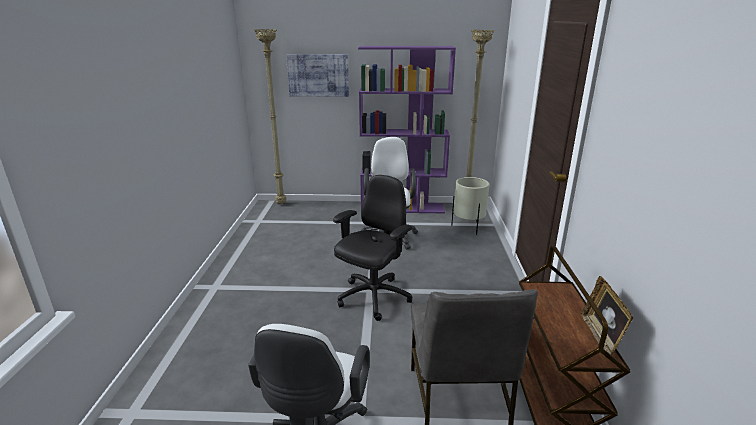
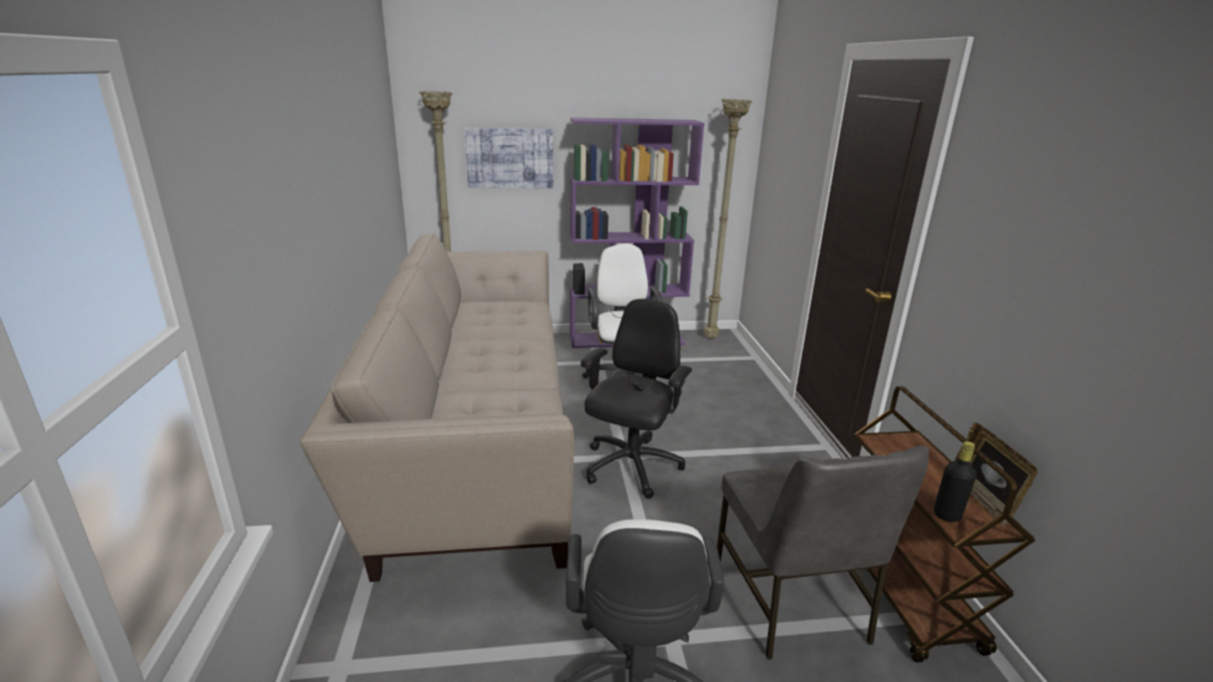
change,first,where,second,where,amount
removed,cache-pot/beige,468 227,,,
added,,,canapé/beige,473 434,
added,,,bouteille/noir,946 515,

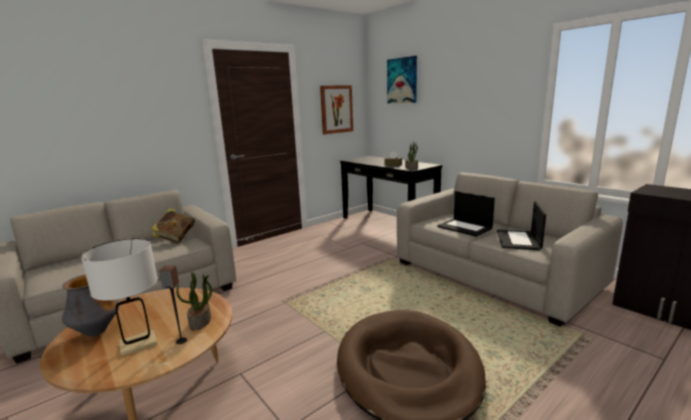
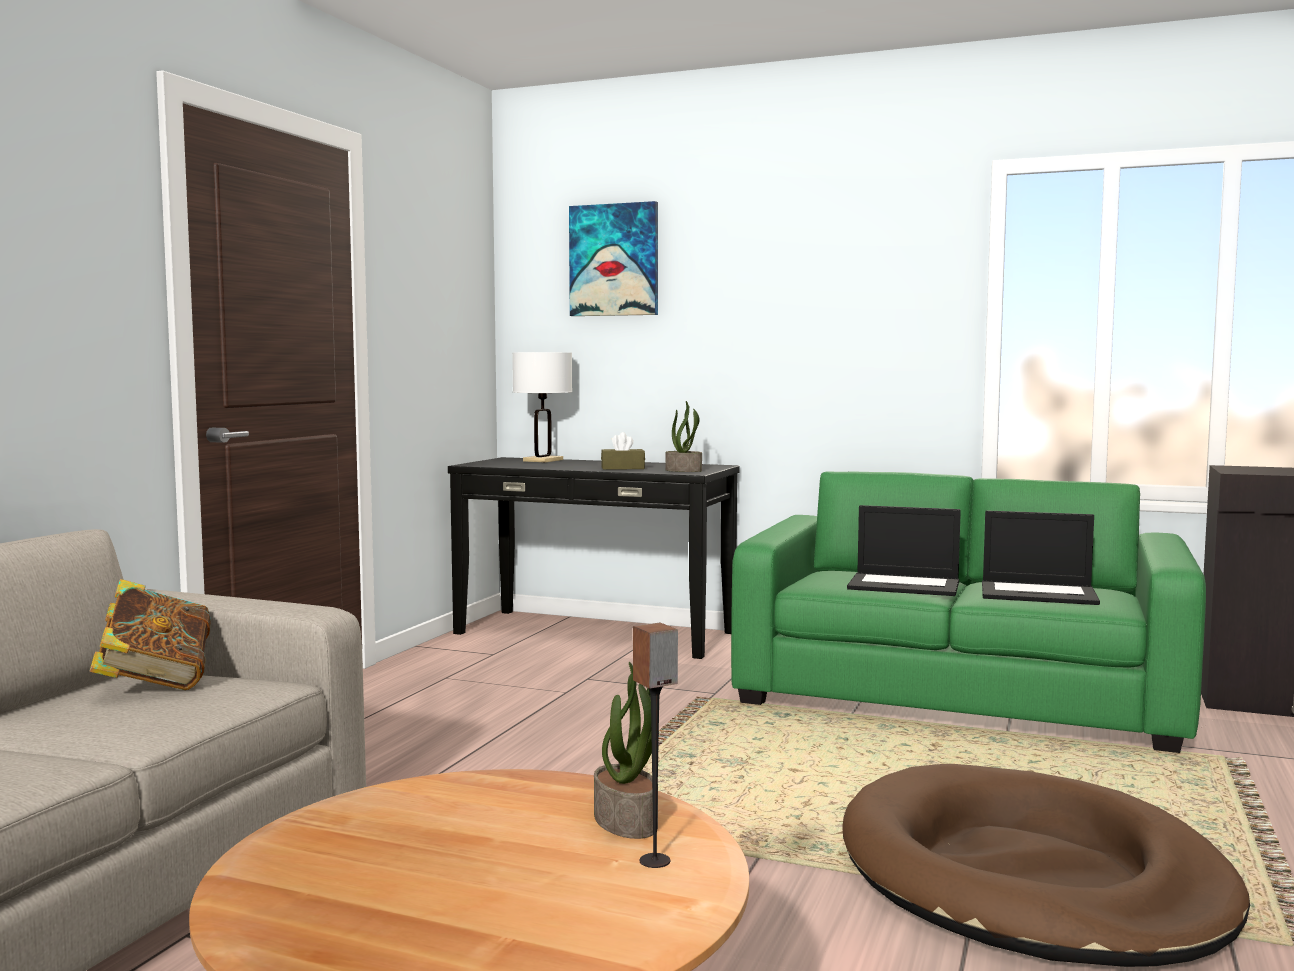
change,first,where,second,where,amount
removed,vase,96 331,,,
removed,tableau,336 109,,,
moved,lampe de table/blanc,138 344,,543 460,
recoloured,canapé/beige,494 274,canapé/vert,959 694,
turned,ordinateur portable,518 240,,1039 593,60 degrees counterclockwise

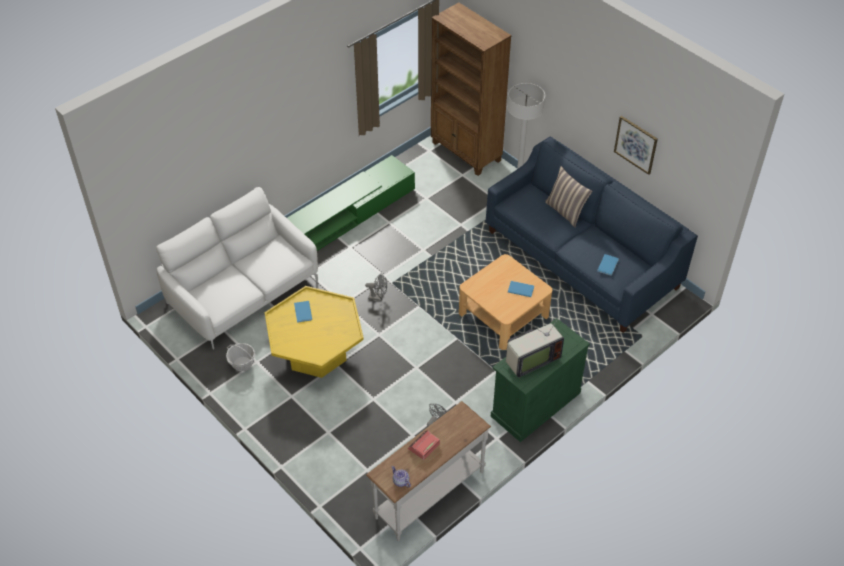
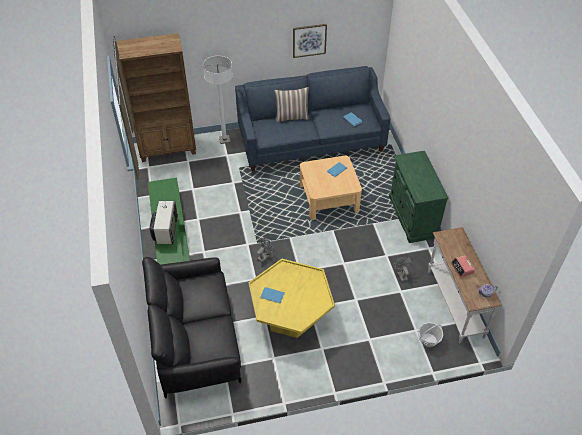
change,first,where,second,where,amount
moved,panier,242 364,,428 340,
moved,téléviseur,530 360,,165 231,
recoloured,canapé/blanc,243 292,canapé/noir,195 338,

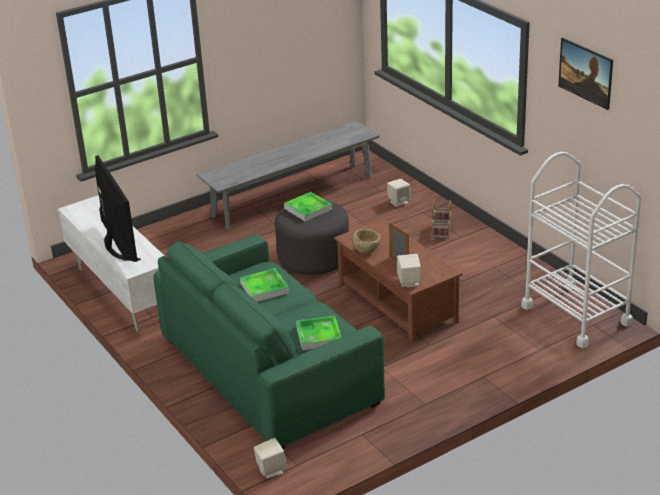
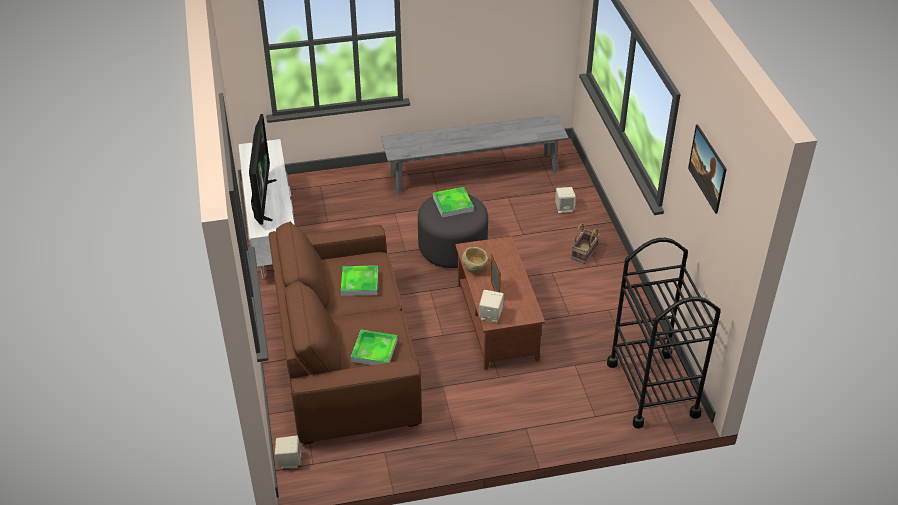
change,first,where,second,where,amount
recoloured,canapé/vert,268 370,canapé/marron,345 356,
recoloured,chariot/blanc,576 315,chariot/noir,652 389,

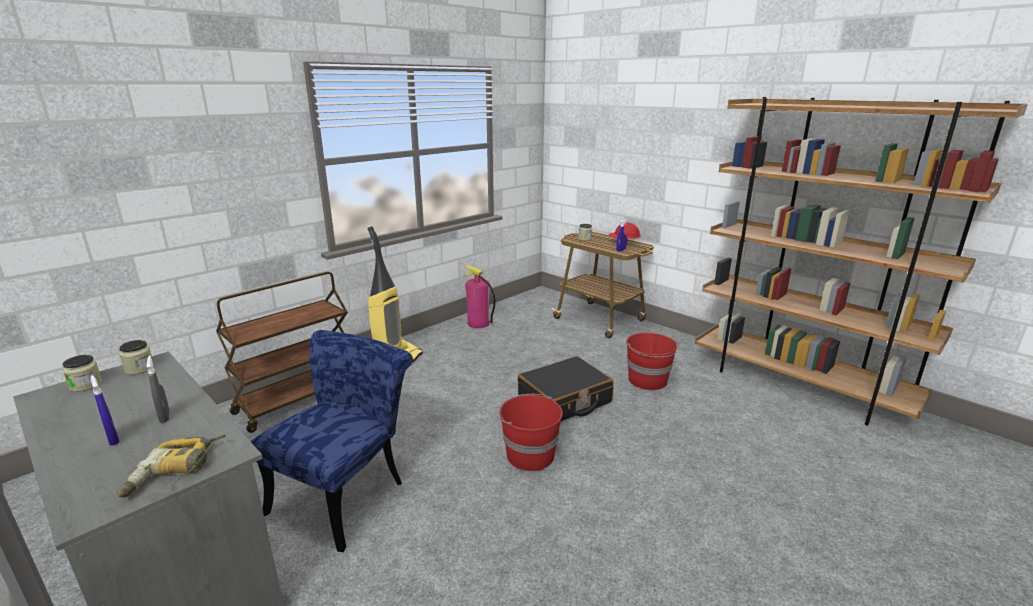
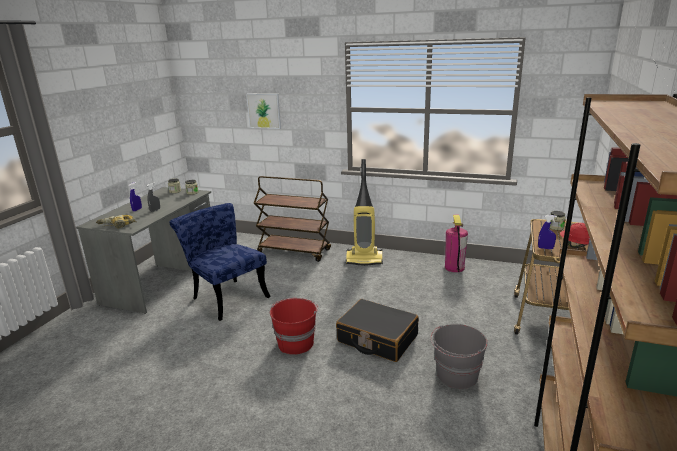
change,first,where,second,where,amount
added,,,tableau,264 111,
recoloured,seau/rouge,648 380,seau/gris,456 375,
turned,chaise/bleu,346 492,,226 296,135 degrees counterclockwise

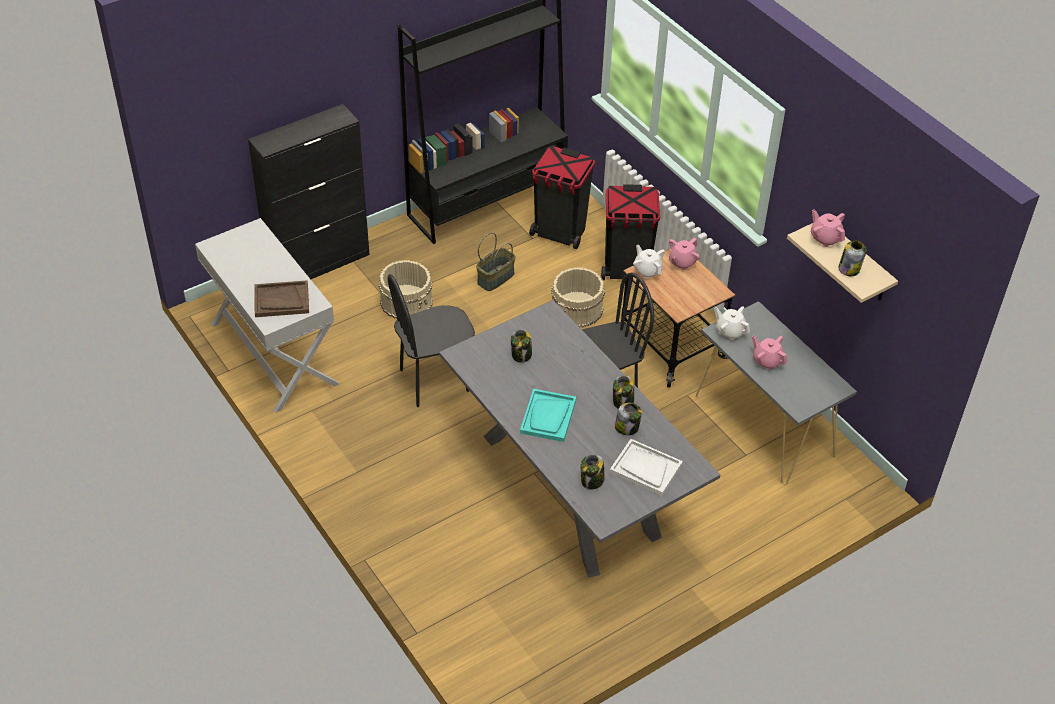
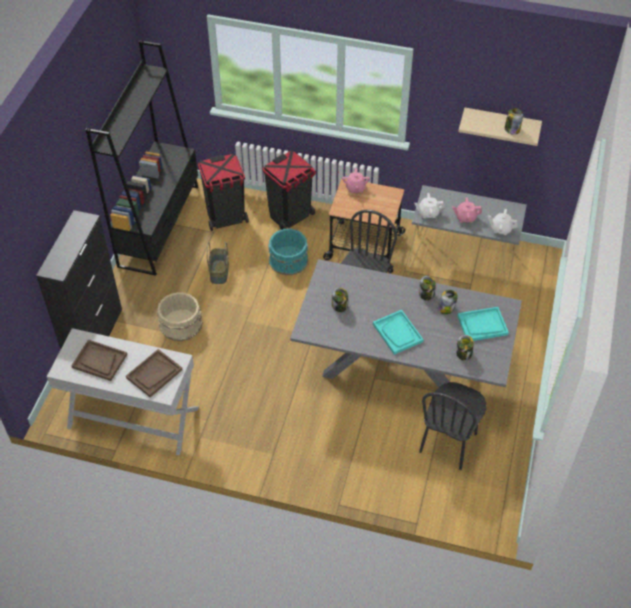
change,first,where,second,where,amount
removed,théière/rose,825 238,,,
added,,,plateau/marron,99 361,
moved,chaise/noir,434 381,,448 443,
moved,théière/blanc,647 271,,501 229,
recoloured,seau/beige,577 309,seau/turquoise,289 260,
recoloured,plateau/blanc,645 468,plateau/turquoise,482 325,

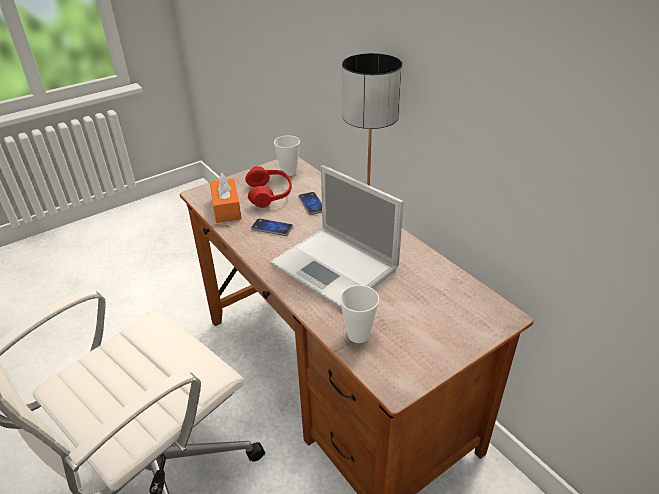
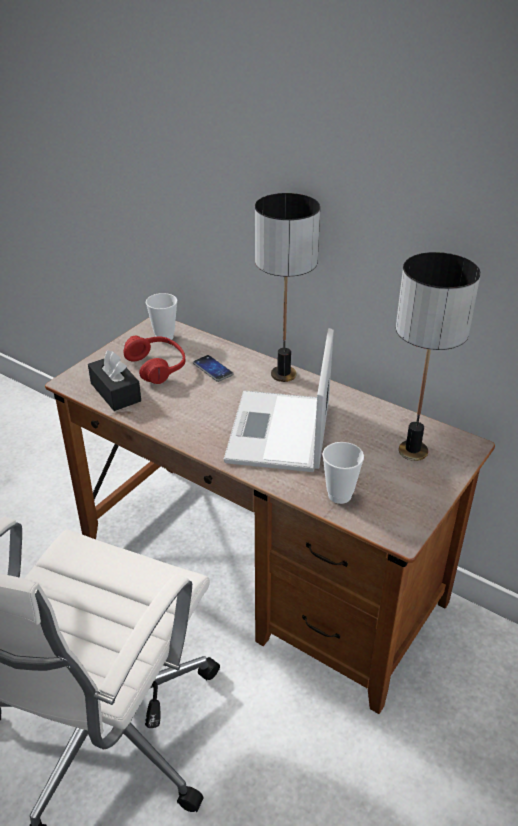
change,first,where,second,where,amount
removed,téléphone,272 228,,,
added,,,lampe de table,413 451,
recoloured,boîte à mouchoirs/orange,226 208,boîte à mouchoirs/noir,115 392,
turned,ordinateur portable,336 267,,279 433,75 degrees clockwise

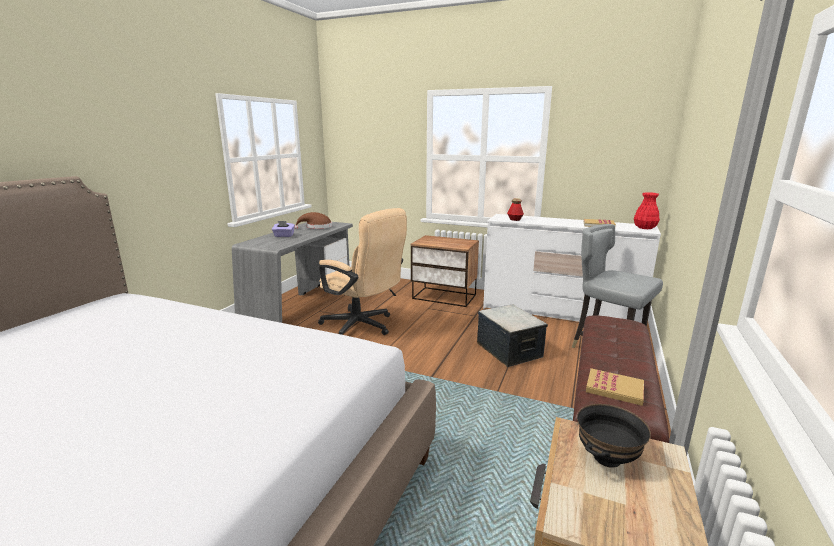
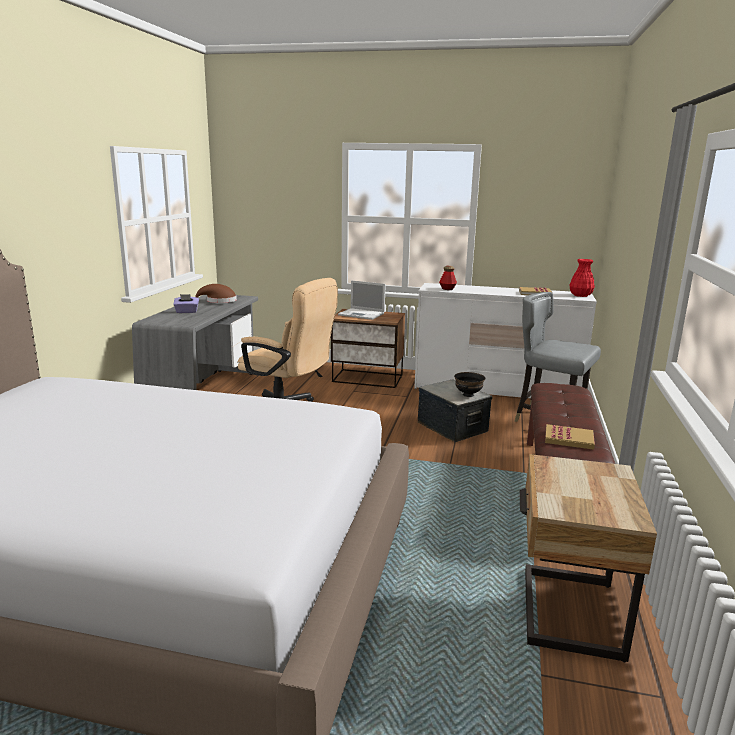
change,first,where,second,where,amount
added,,,ordinateur portable,362 314,
moved,bol/noir,607 459,,468 395,

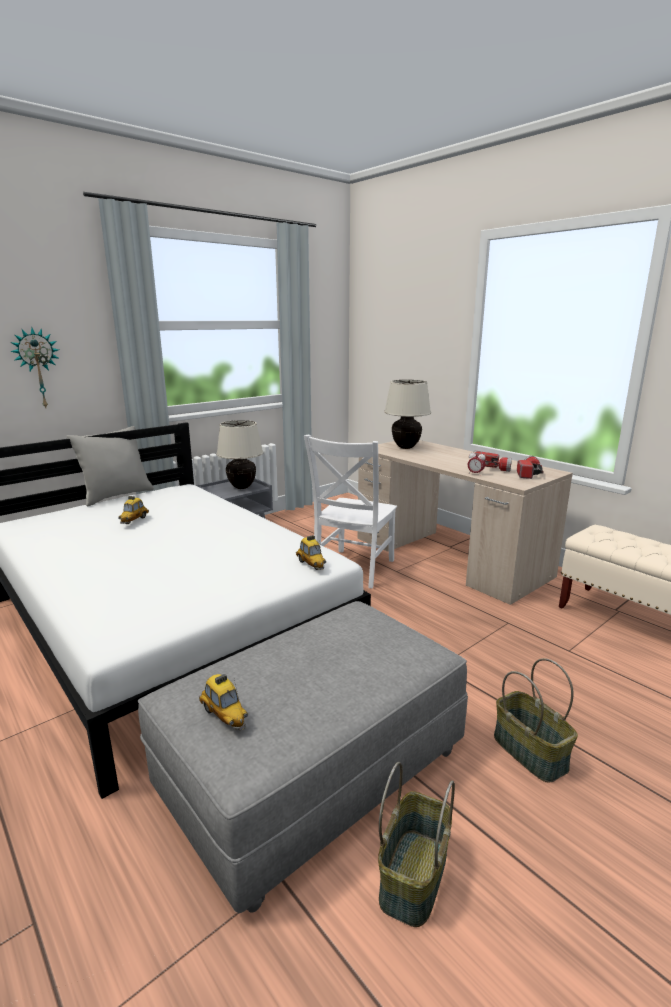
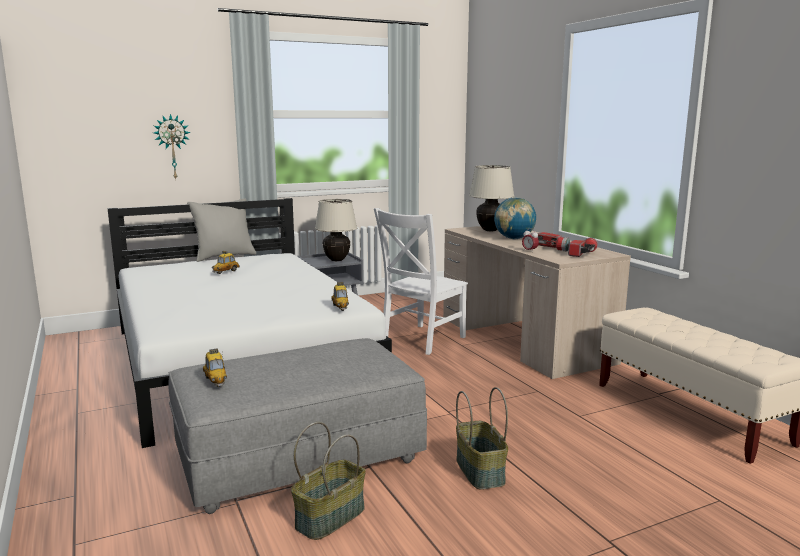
change,first,where,second,where,amount
added,,,globe,514 238,

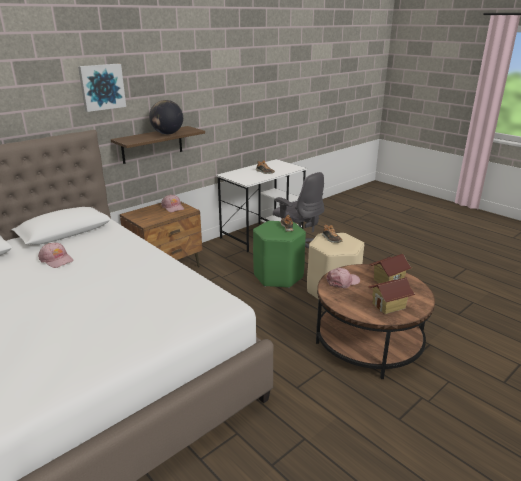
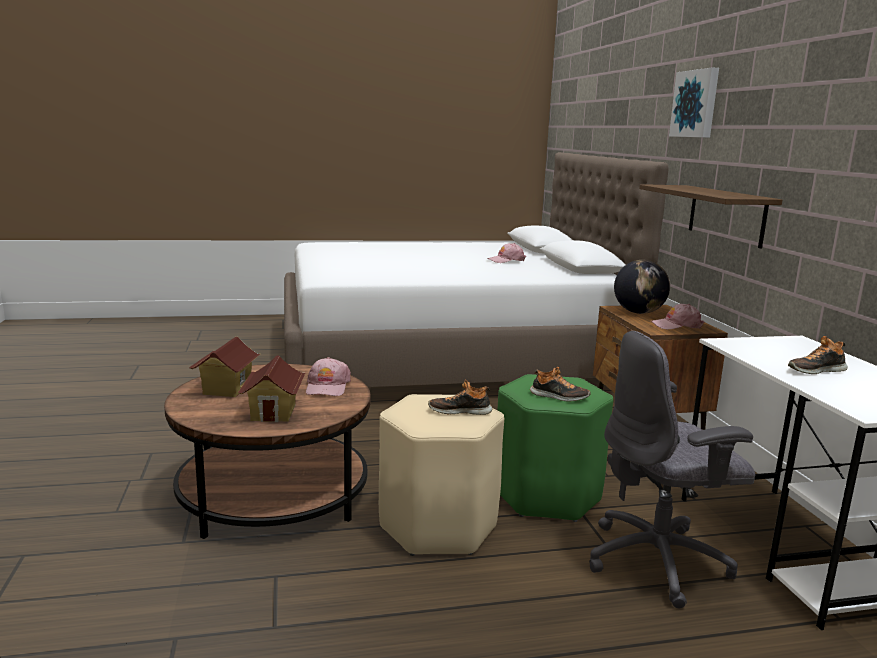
change,first,where,second,where,amount
moved,globe,167 134,,639 312,

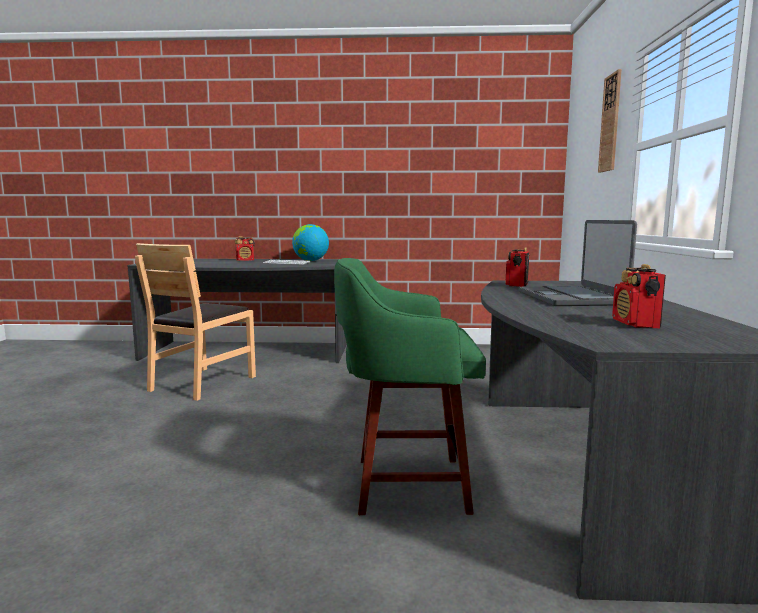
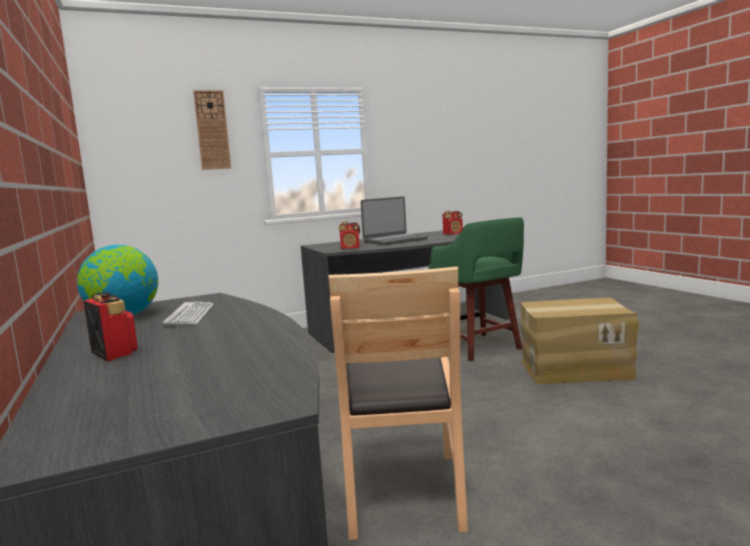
change,first,where,second,where,amount
added,,,carton,574 369,
turned,chaise/marron,202 383,,402 491,90 degrees clockwise

